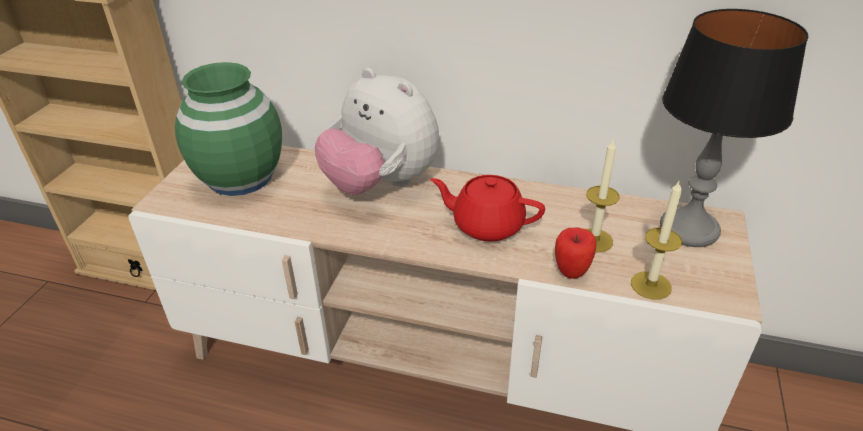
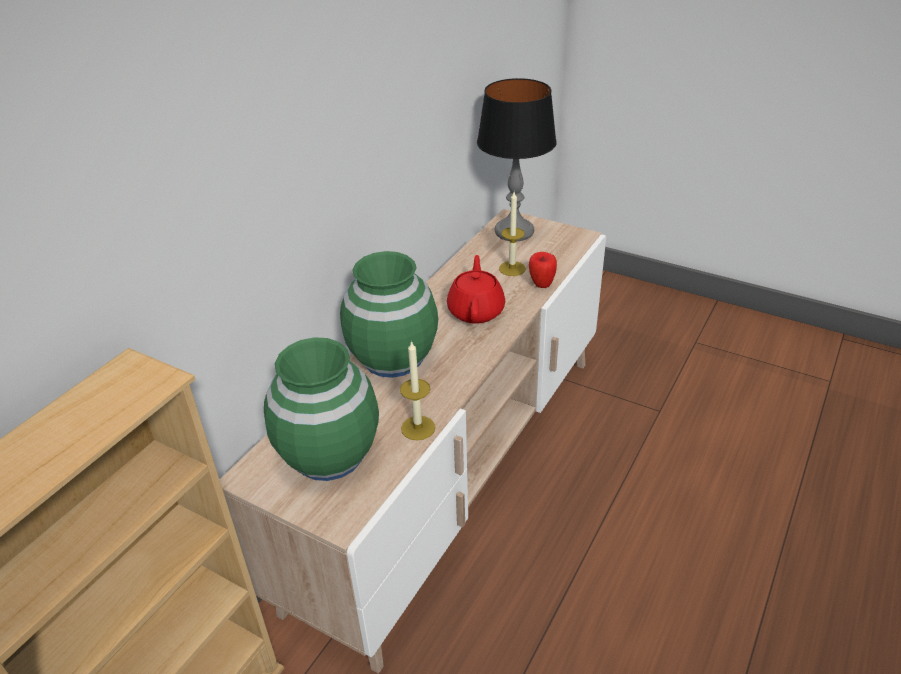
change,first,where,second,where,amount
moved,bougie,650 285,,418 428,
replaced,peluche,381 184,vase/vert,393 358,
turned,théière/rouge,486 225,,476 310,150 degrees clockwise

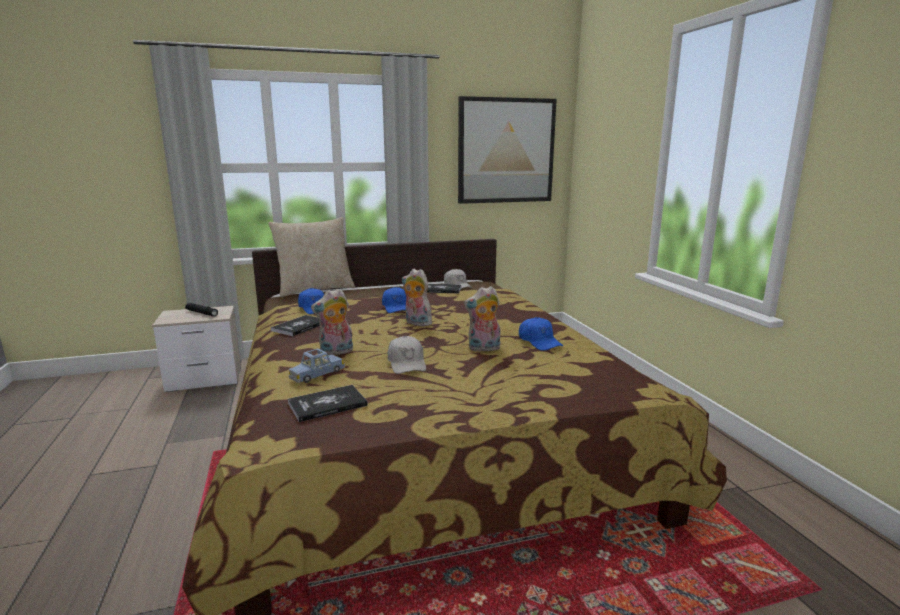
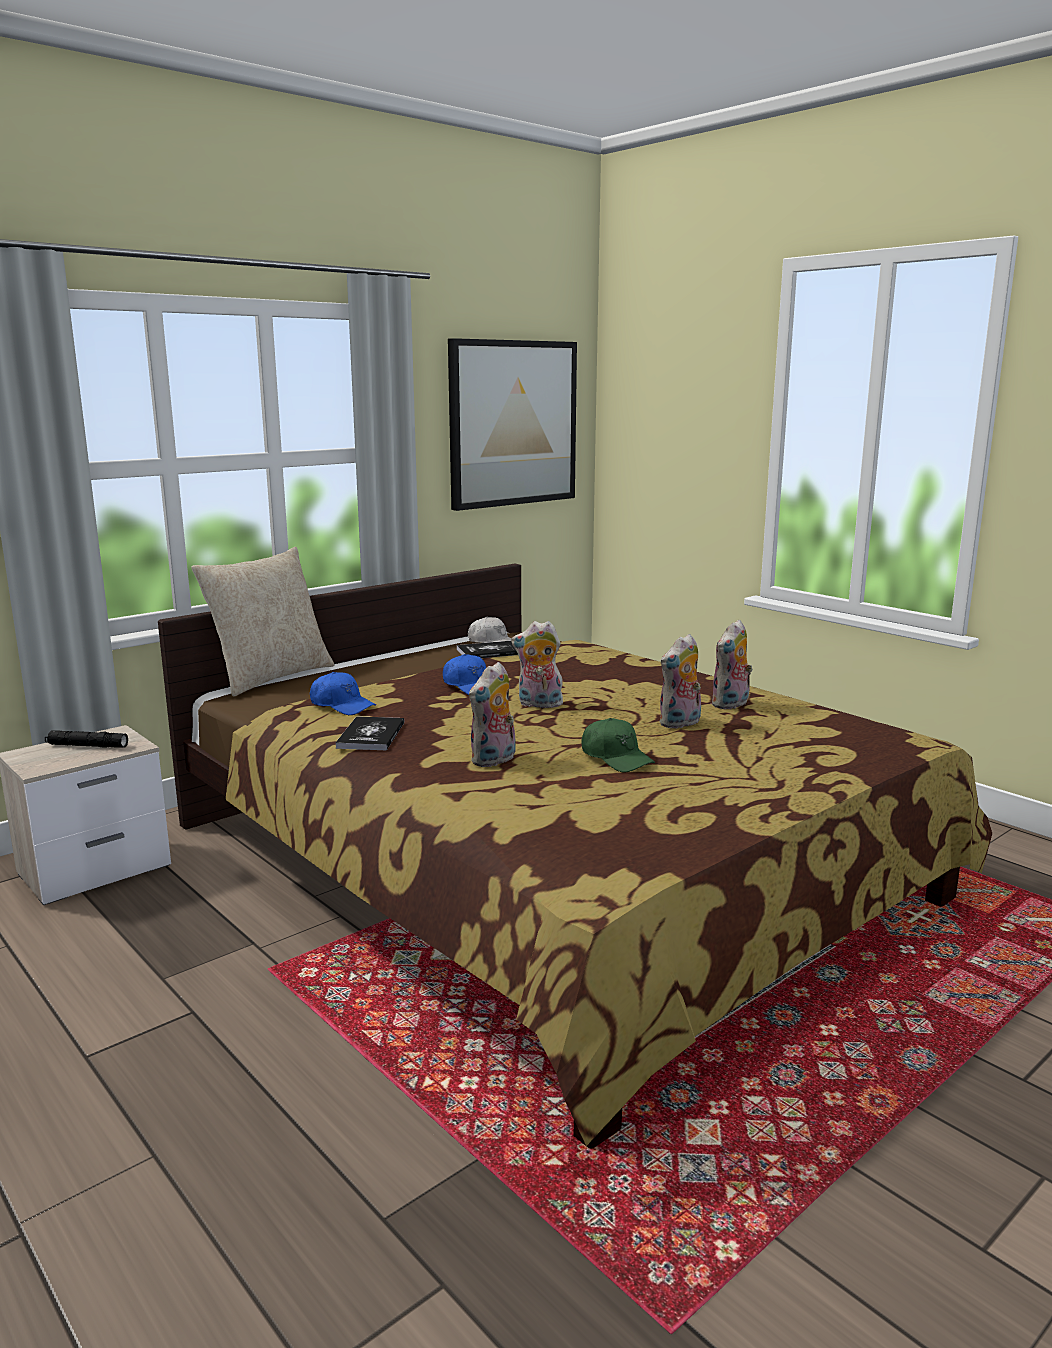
change,first,where,second,where,amount
removed,livre,327 404,,,
removed,petite voiture/bleu,317 374,,,
replaced,casquette/bleu,539 342,peluche,731 704,
recoloured,casquette/blanc,407 363,casquette/vert,616 758,

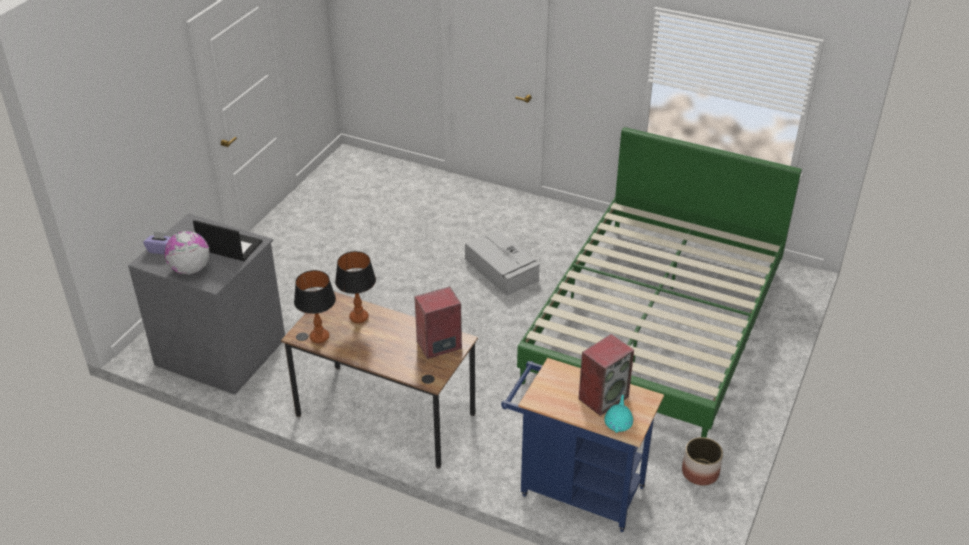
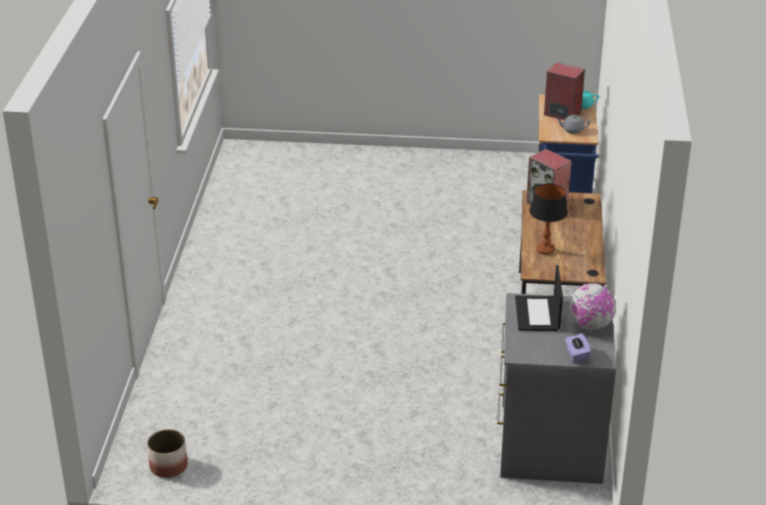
change,first,where,second,where,amount
removed,lampe de table,319 337,,,
removed,boîte de rangement/gris,502 270,,,
removed,lit/vert,656 324,,,
added,,,théière/gris,572 130,
moved,cache-pot,700 472,,168 466,

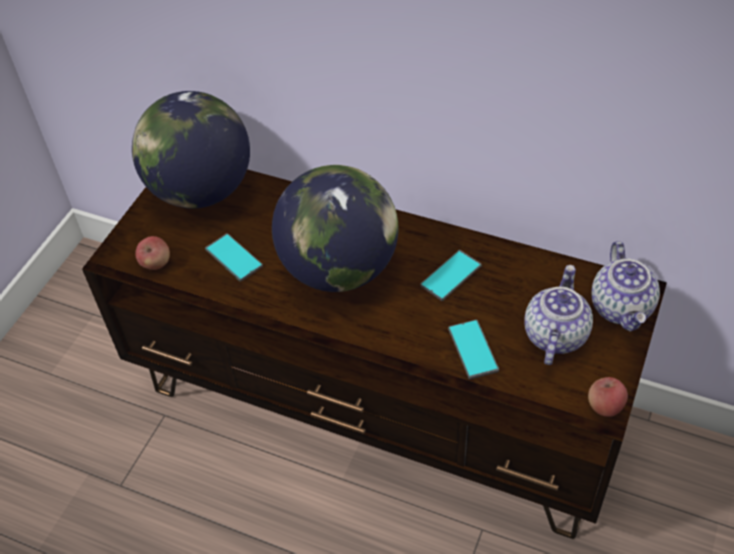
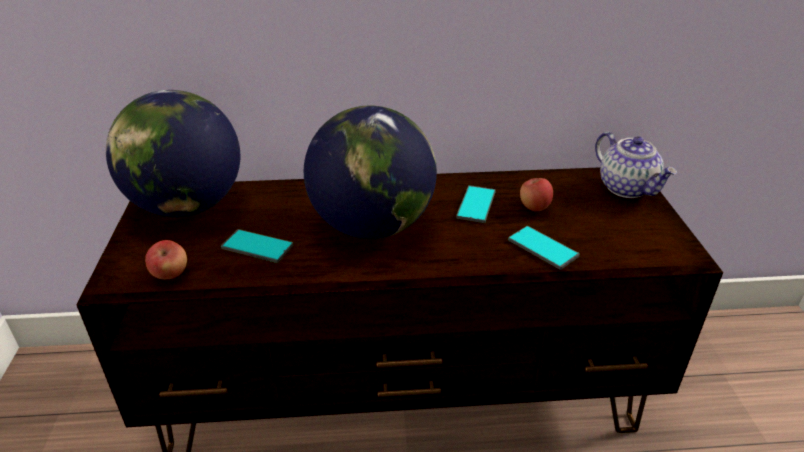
change,first,where,second,where,amount
removed,théière,554 334,,,
moved,pomme,605 406,,534 207,

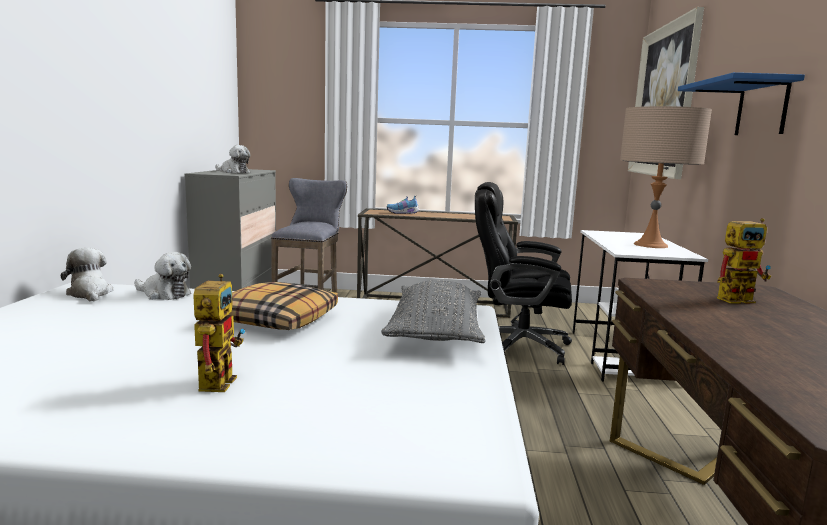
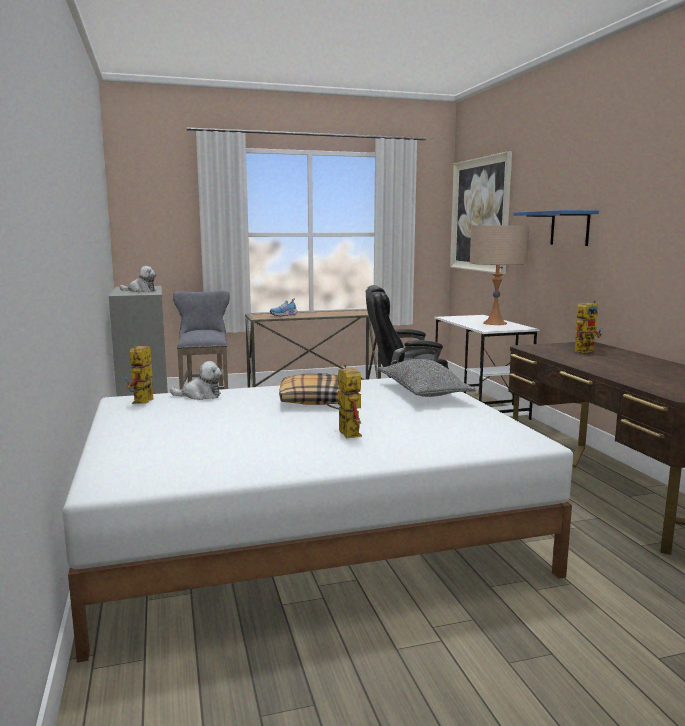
change,first,where,second,where,amount
replaced,peluche,90 294,robot jouet,143 402,

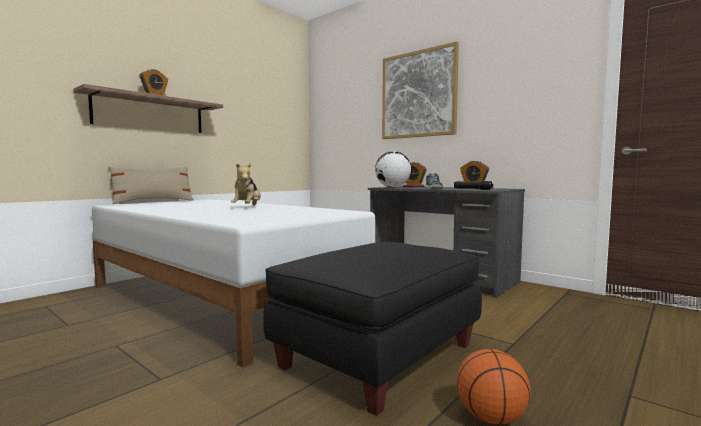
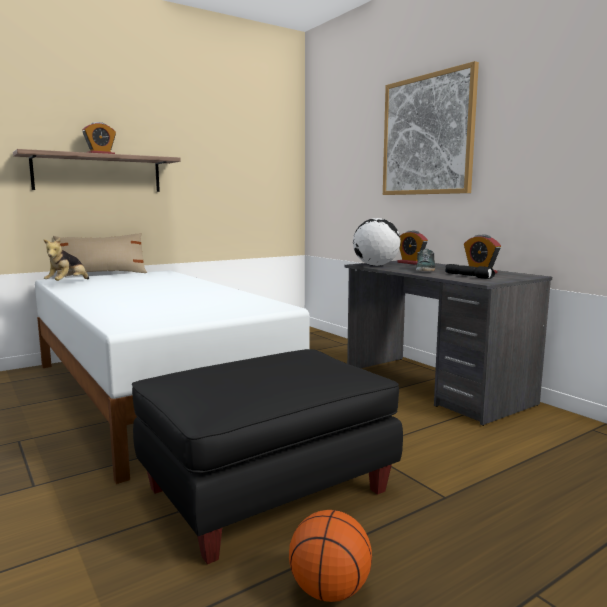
change,first,where,second,where,amount
moved,peluche,247 208,,68 283,

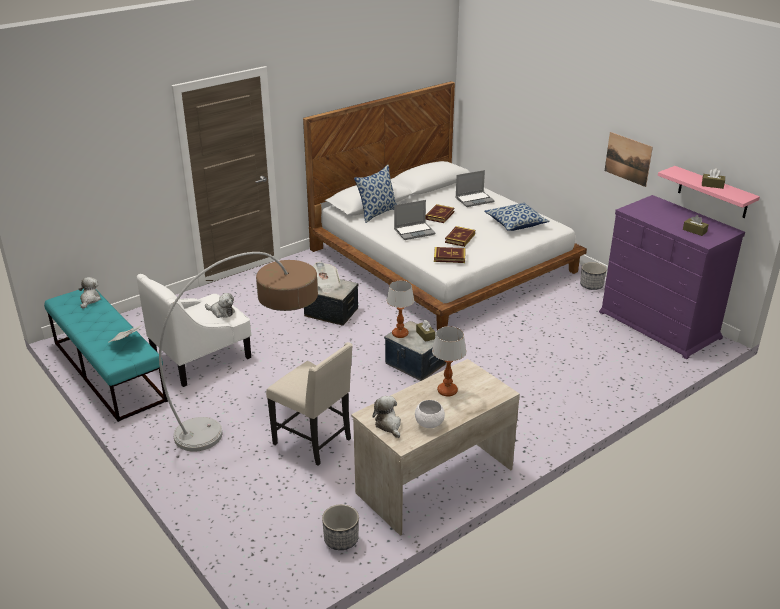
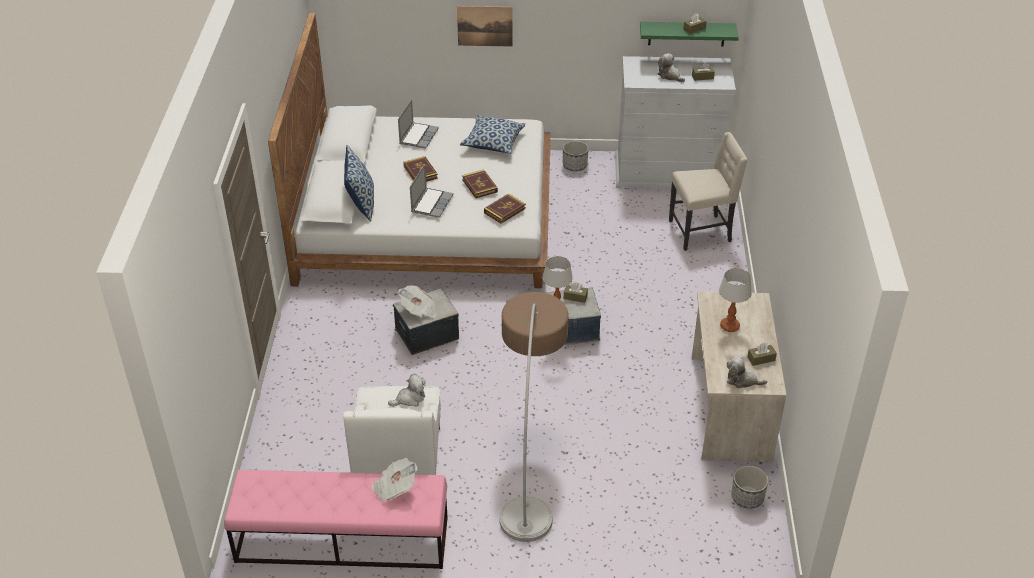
change,first,where,second,where,amount
moved,peluche,90 300,,670 76,
moved,chaise/beige,314 441,,701 232,
moved,tableau,628 159,,485 26,
replaced,bol/blanc,429 423,boîte à mouchoirs/marron,761 359,
recoloured,banc/turquoise,108 370,banc/rose,341 539,
recoloured,commode/violet,659 325,commode/blanc,668 172,
recoloured,étagère/rose,713 192,étagère/vert,686 33,

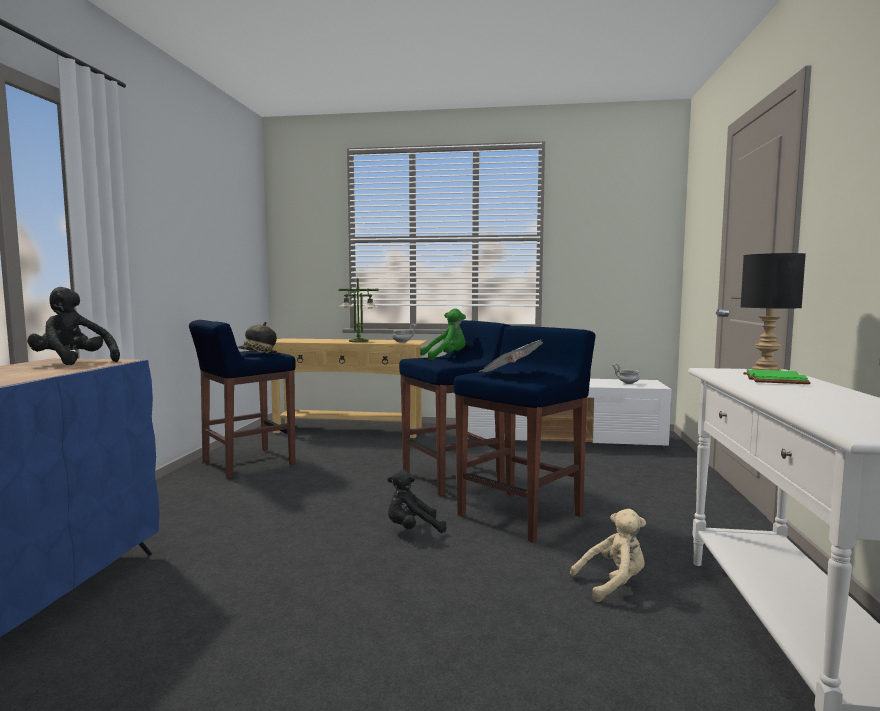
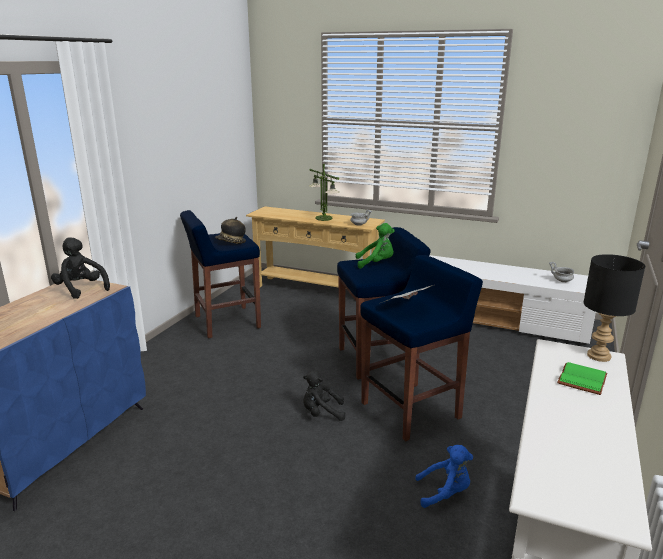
change,first,where,second,where,amount
recoloured,peluche/beige,613 584,peluche/bleu,445 493,

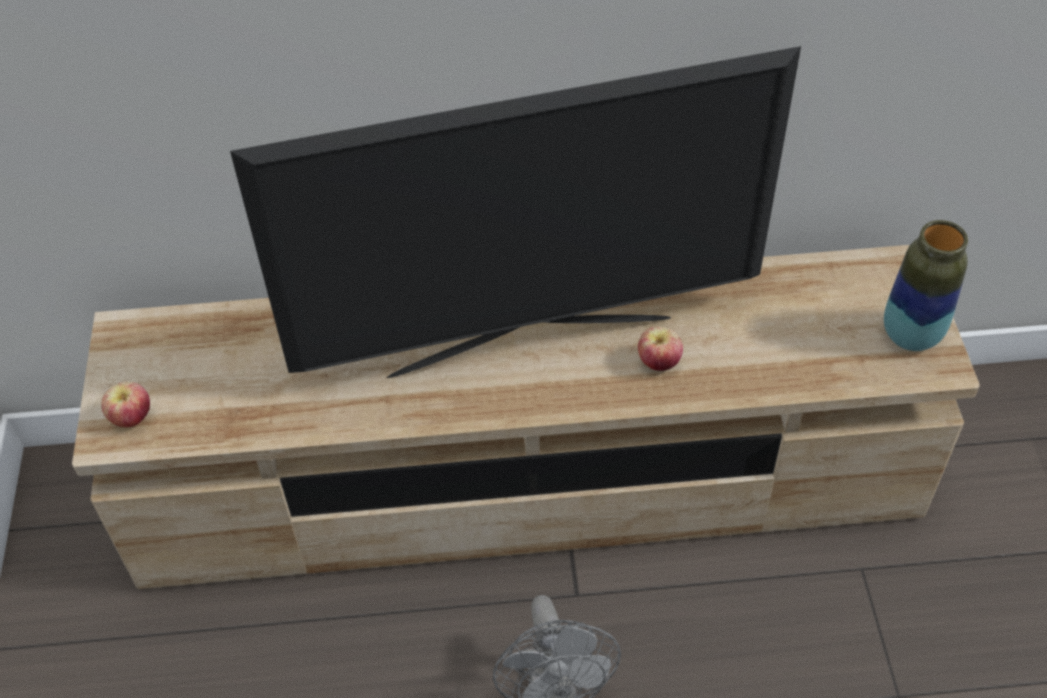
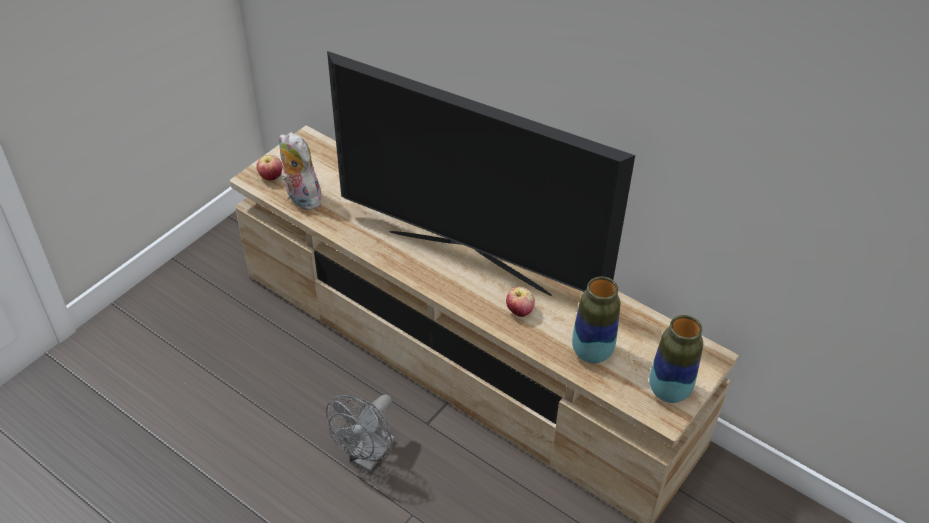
change,first,where,second,where,amount
added,,,peluche,300 198,
added,,,vase,591 352,

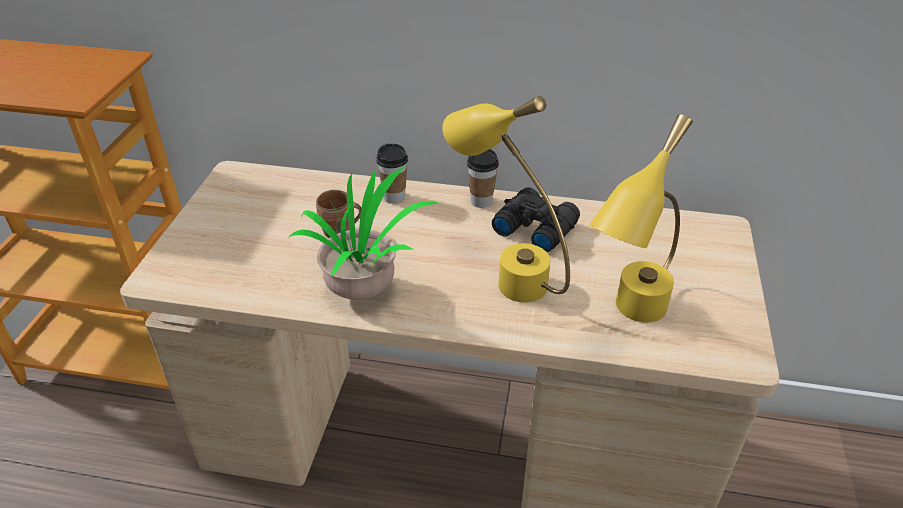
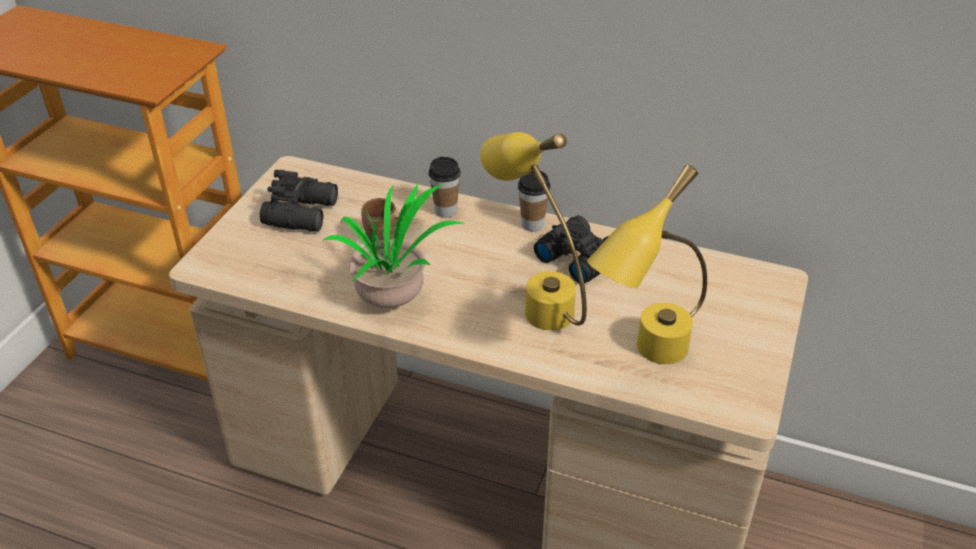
change,first,where,second,where,amount
added,,,jumelles/noir,303 212,

